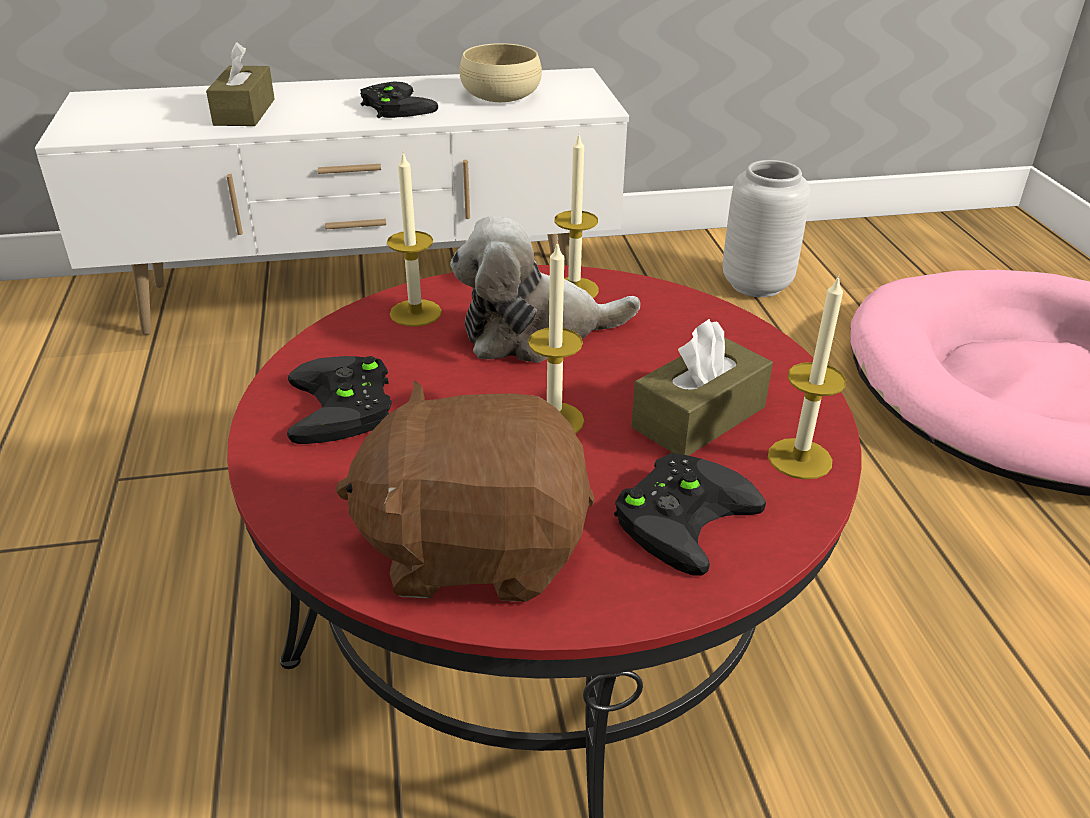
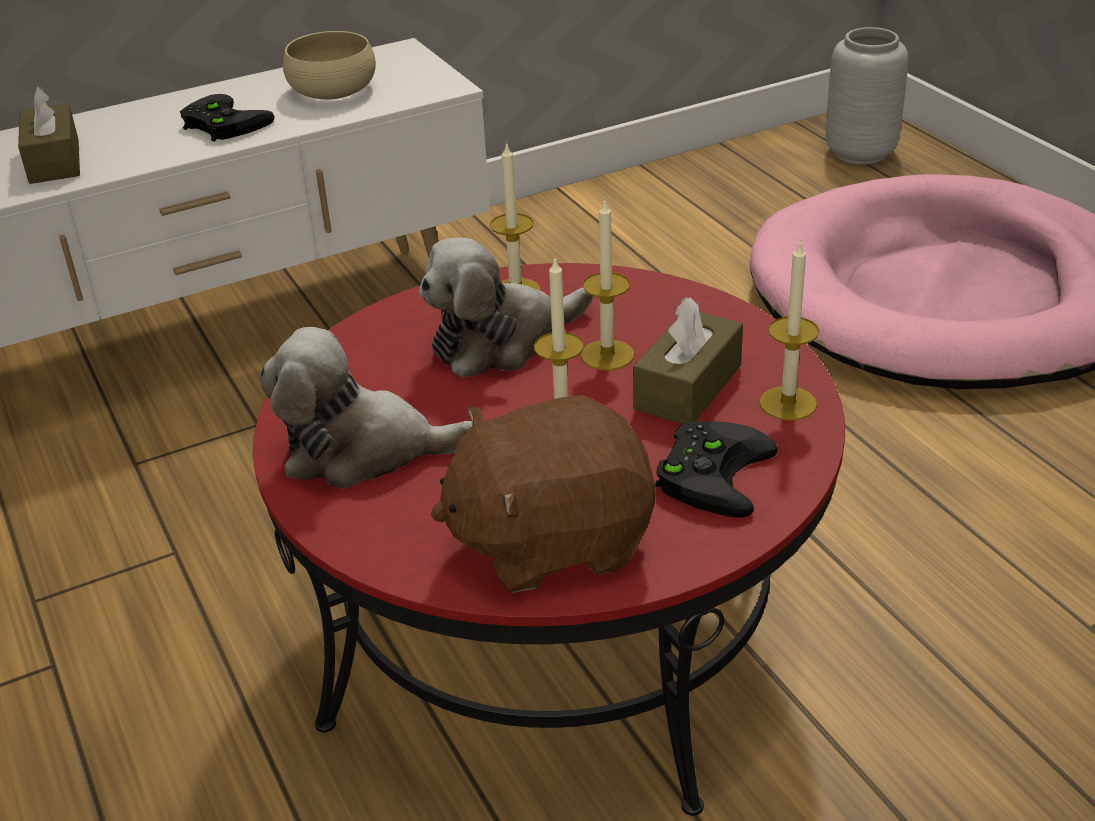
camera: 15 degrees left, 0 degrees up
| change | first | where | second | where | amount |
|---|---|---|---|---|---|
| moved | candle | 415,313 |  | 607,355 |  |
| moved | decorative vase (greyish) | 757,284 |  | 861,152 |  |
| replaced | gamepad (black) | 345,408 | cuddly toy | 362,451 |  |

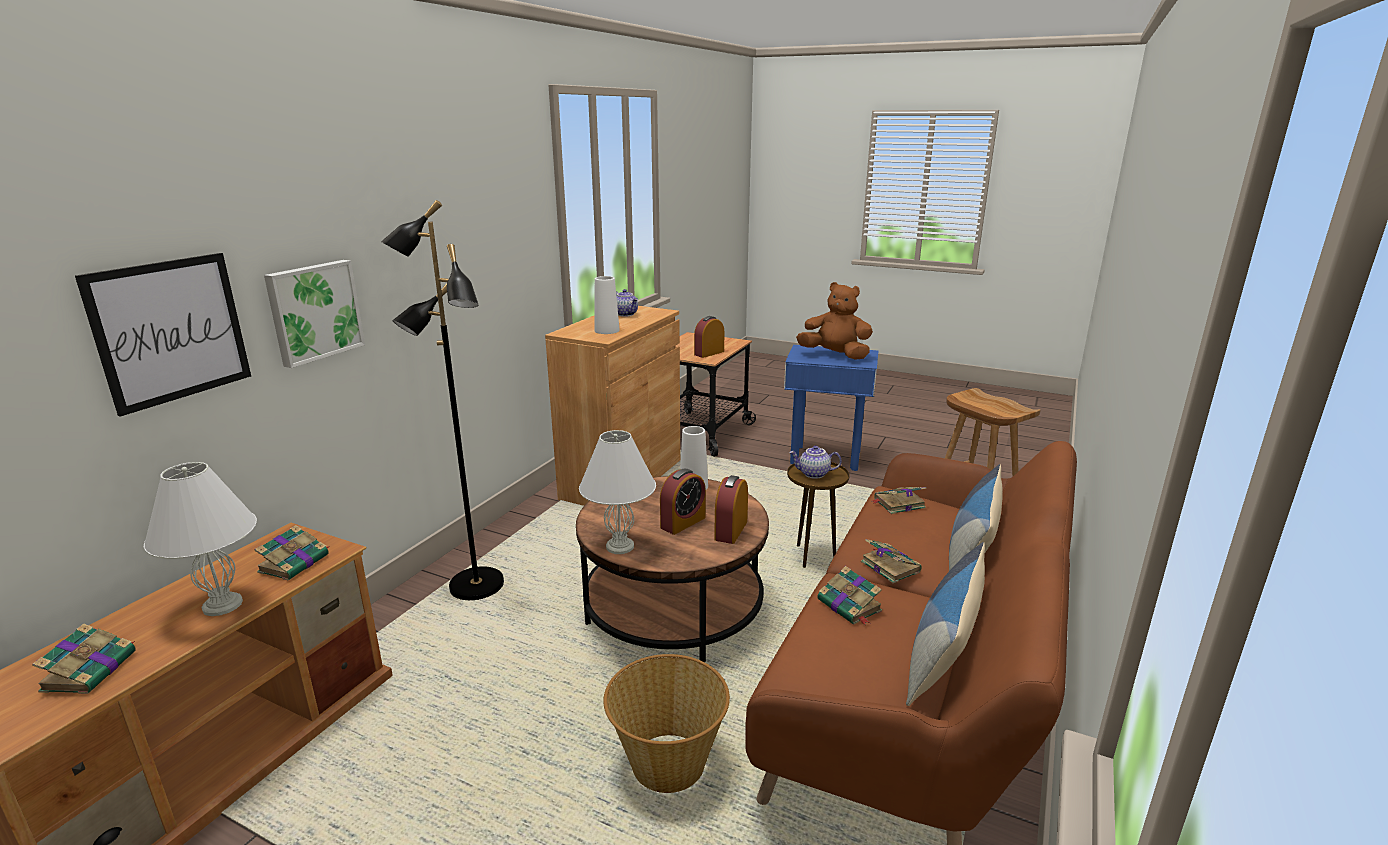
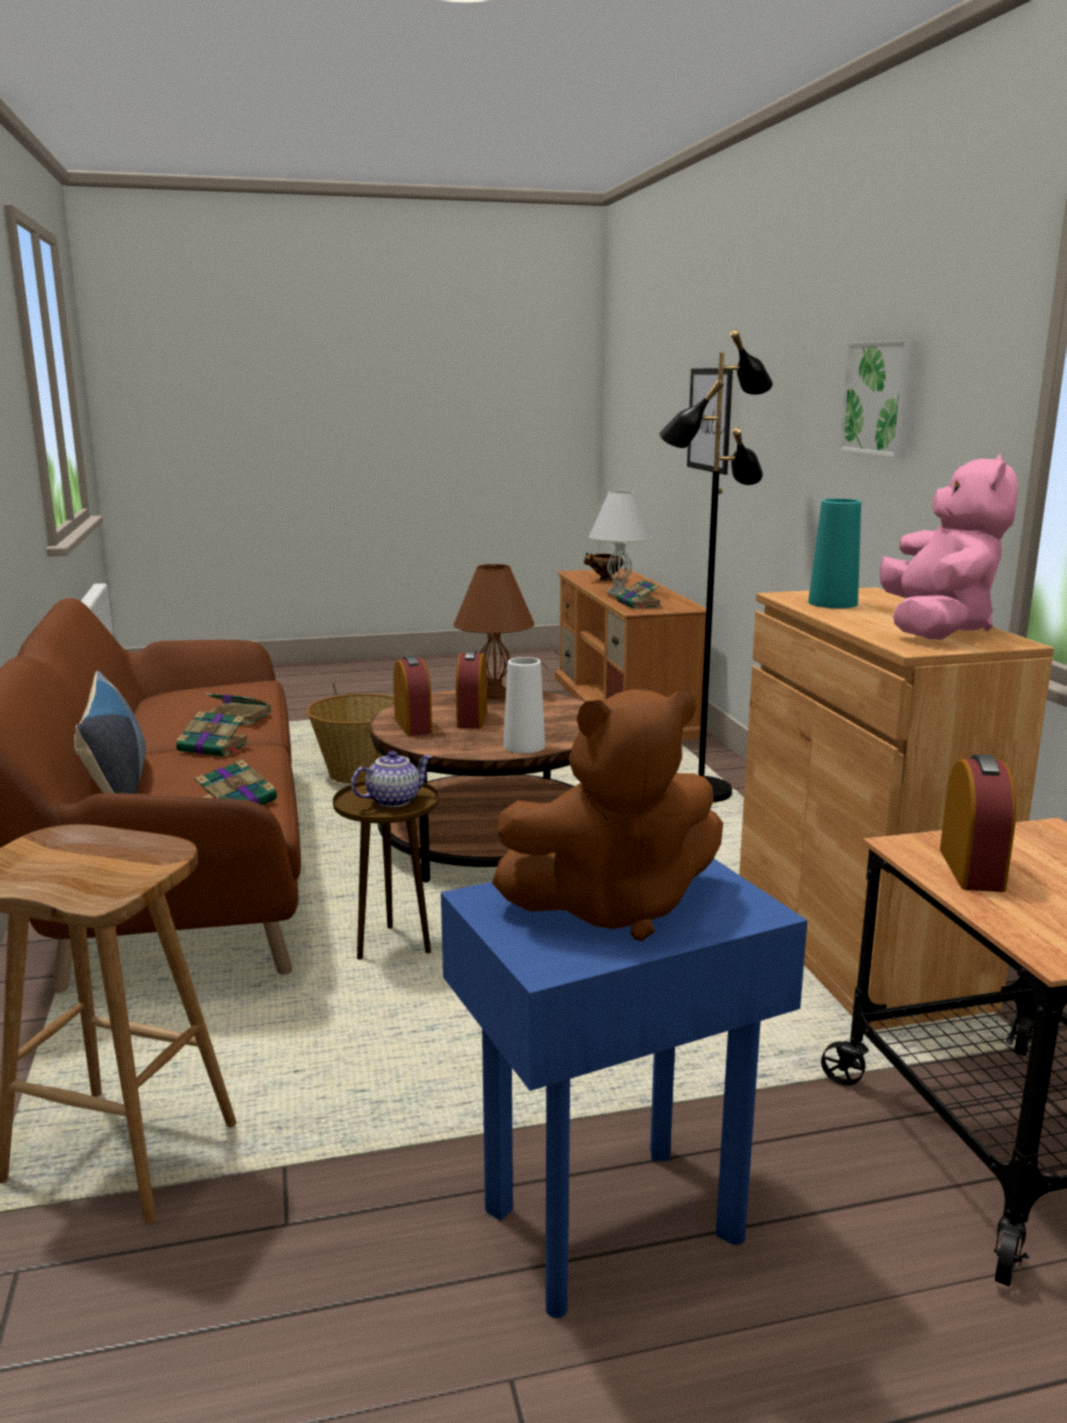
camera: 140 degrees right, 5 degrees down
| change | first | where | second | where | amount |
|---|---|---|---|---|---|
| removed | pillow | 943,653 |  |  |  |
| moved | picture | 314,311 |  | 882,398 |  |
| replaced | book | 91,670 | serving bowl | 604,580 |  |
| replaced | tea pot | 626,314 | cuddly toy (pink-coloured) | 935,629 |  |
| recoloured | table lamp (white-coloured) | 619,546 | table lamp (brown-coloured) | 495,694 |  |
| recoloured | decorative vase (white-coloured) | 607,330 | decorative vase (blue-green) | 832,603 |  |

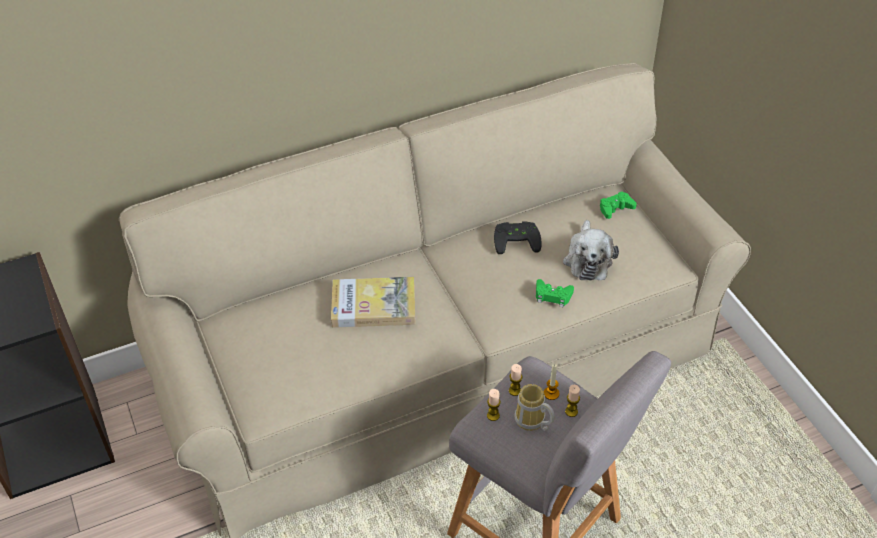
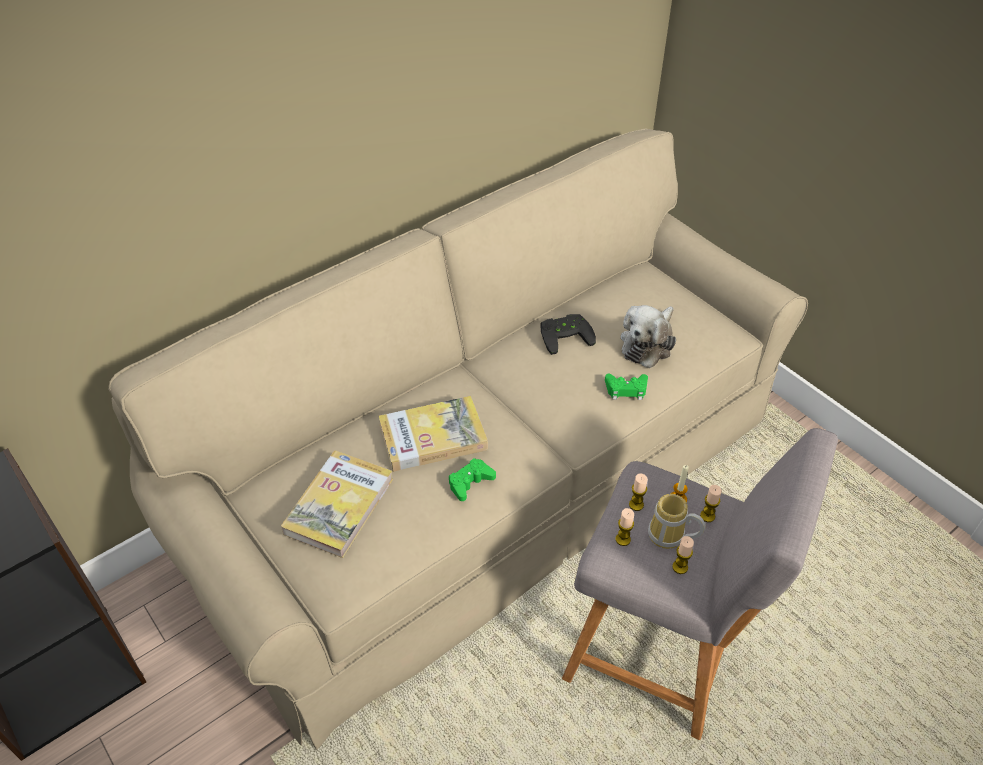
camera: 15 degrees left, 0 degrees up
| change | first | where | second | where | amount |
|---|---|---|---|---|---|
| added |  |  | book | 339,506 |  |
| added |  |  | candle | 680,567 |  |
| moved | gamepad (green) | 615,208 |  | 470,482 |  |
| turned | cuddly toy | 587,259 |  | 648,343 | 45 degrees clockwise |

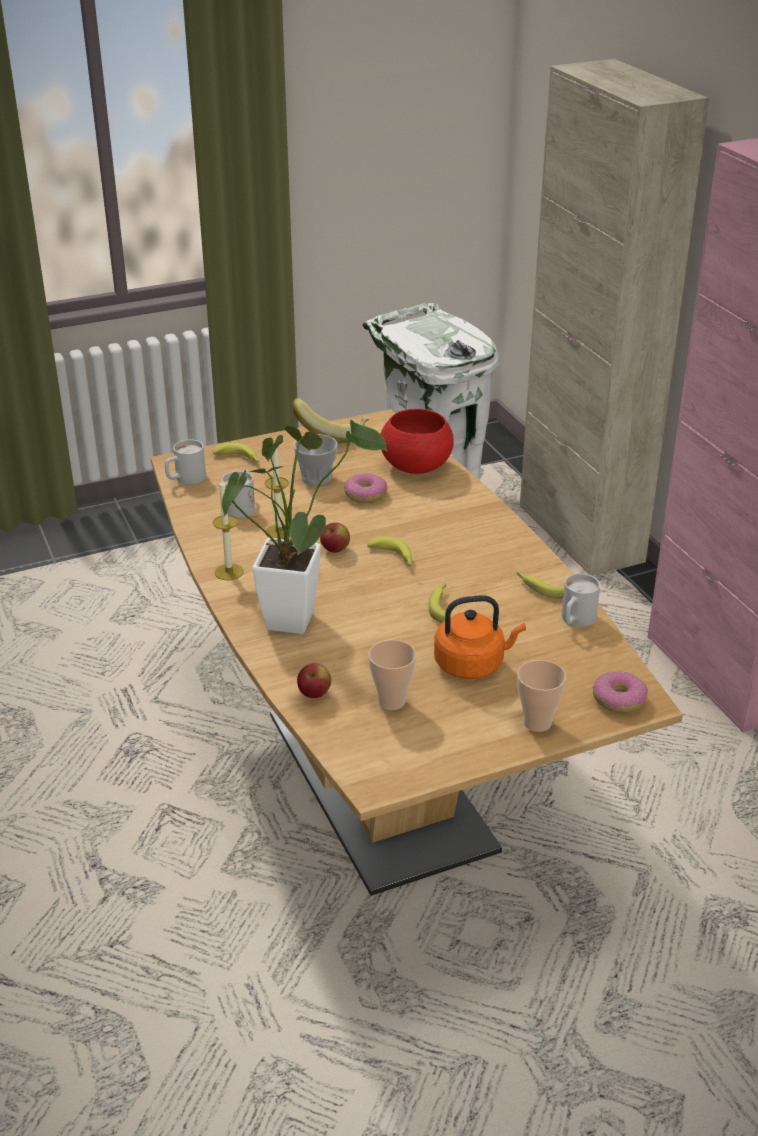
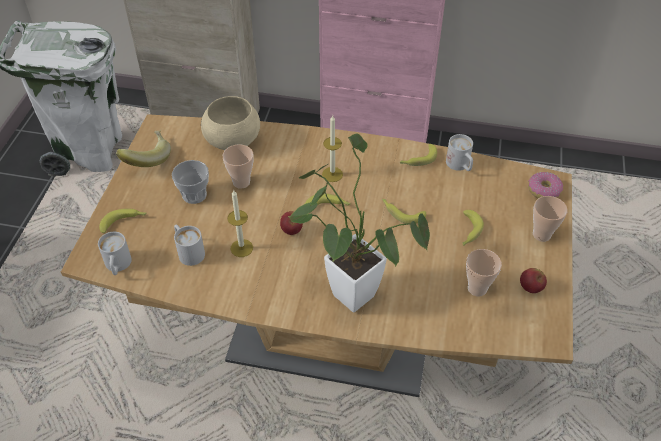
camera: 55 degrees left, 15 degrees up
| change | first | where | second | where | amount |
|---|---|---|---|---|---|
| moved | candle | 229,572 |  | 332,174 |  |
| moved | whole apple | 314,694 |  | 530,288 |  |
| replaced | doughnut | 365,495 | small cup | 241,182 |  |
| replaced | water kettle (orange) | 472,665 | banana fruit | 468,232 |  |
| recoloured | serving bowl (red) | 416,467 | serving bowl (beige) | 233,141 |  |

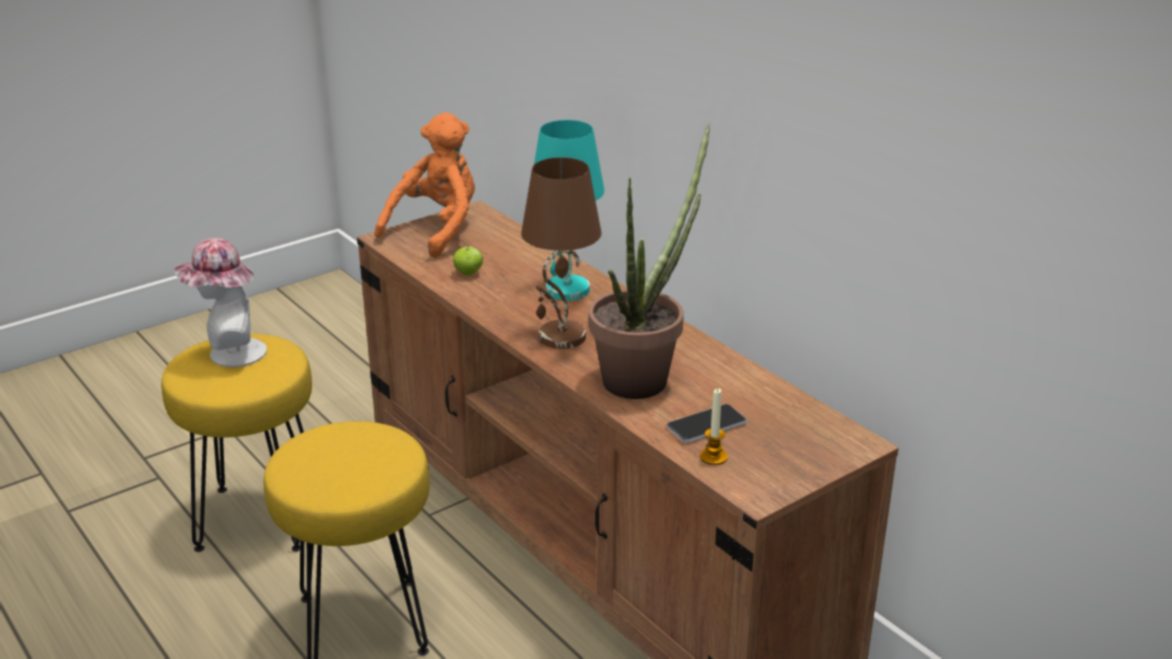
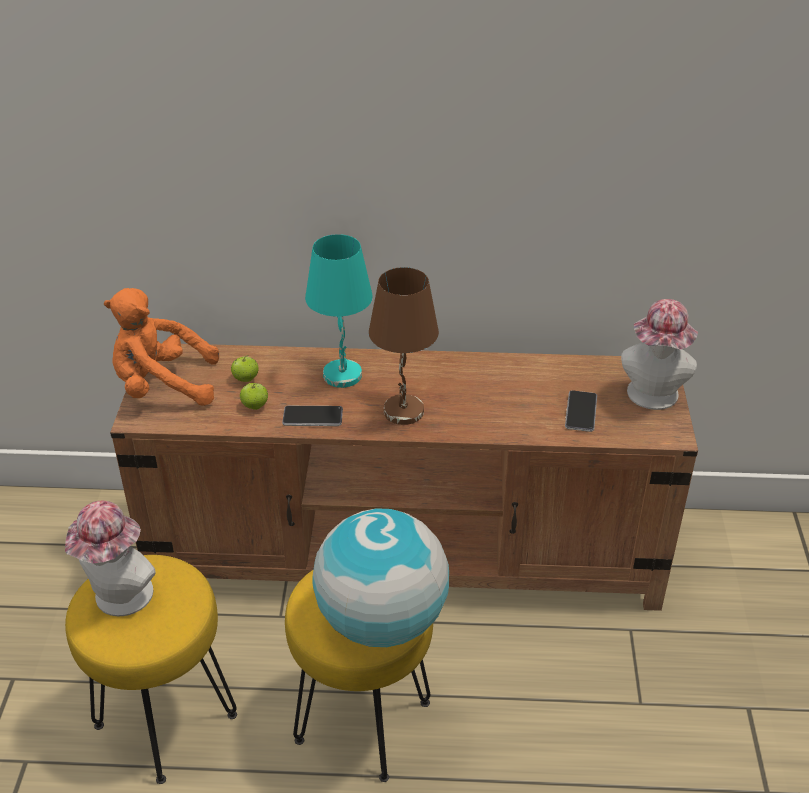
camera: 50 degrees left, 10 degrees up
| change | first | where | second | where | amount |
|---|---|---|---|---|---|
| removed | houseplant | 644,375 |  |  |  |
| removed | candle | 713,457 |  |  |  |
| added |  |  | whole apple | 245,379 |  |
| added |  |  | phone | 312,417 |  |
| added |  |  | globe | 382,621 |  |
| added |  |  | hat | 652,398 |  |
| turned | cuddly toy (orange) | 437,229 |  | 162,386 | 75 degrees counterclockwise |

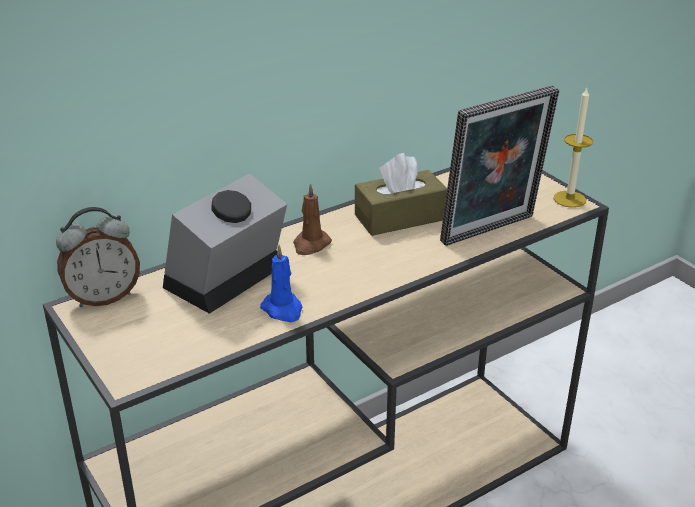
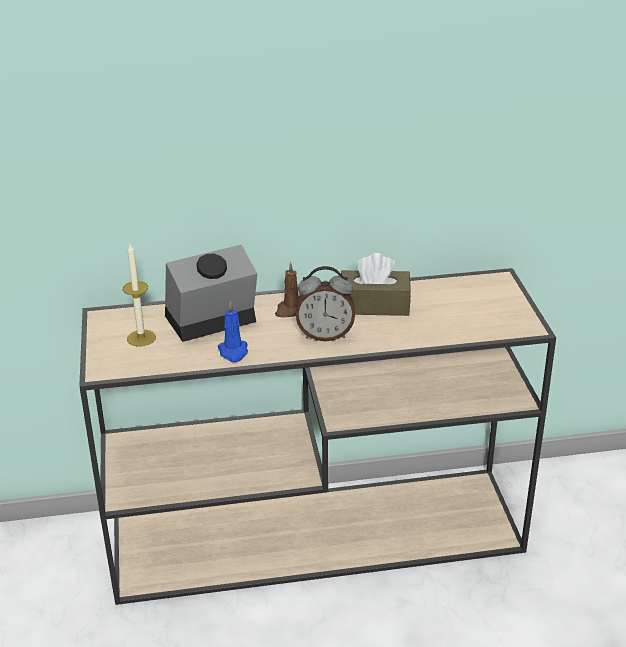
camera: 25 degrees right, 0 degrees up
| change | first | where | second | where | amount |
|---|---|---|---|---|---|
| removed | standing frame | 491,232 |  |  |  |
| moved | table clock | 104,297 |  | 325,335 |  |
| moved | candle | 569,199 |  | 141,338 |  |

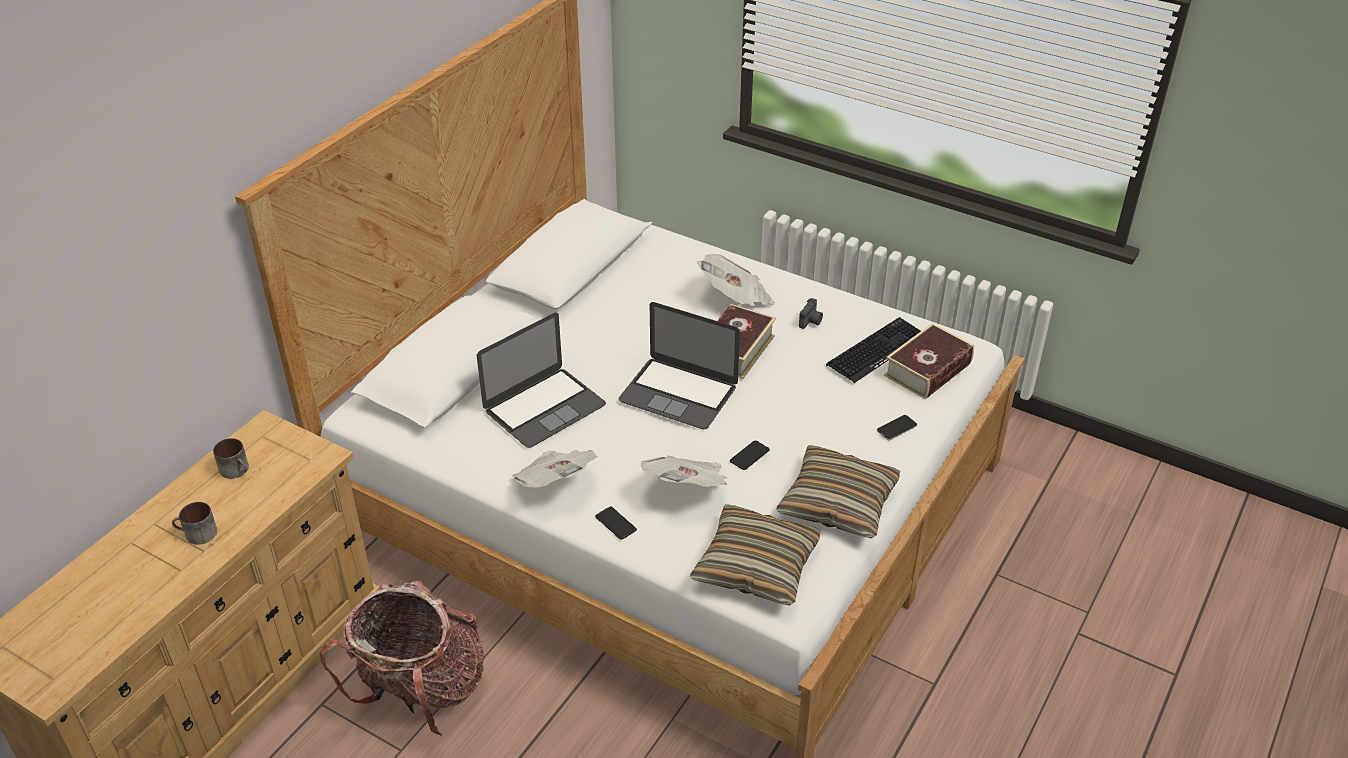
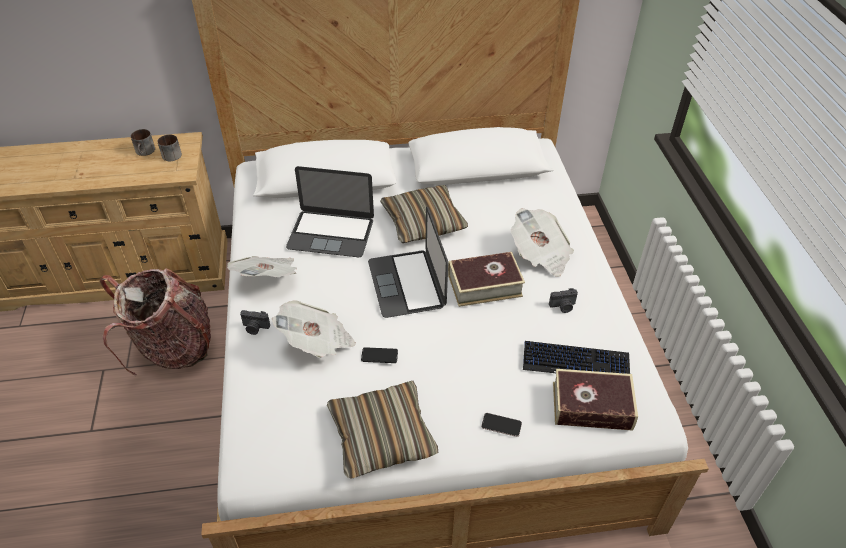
camera: 50 degrees right, 5 degrees up
| change | first | where | second | where | amount |
|---|---|---|---|---|---|
| moved | tea mug | 197,534 |  | 169,154 |  |
| moved | pillow | 756,566 |  | 423,222 |  |
| replaced | phone | 615,523 | still camera | 255,328 |  |

